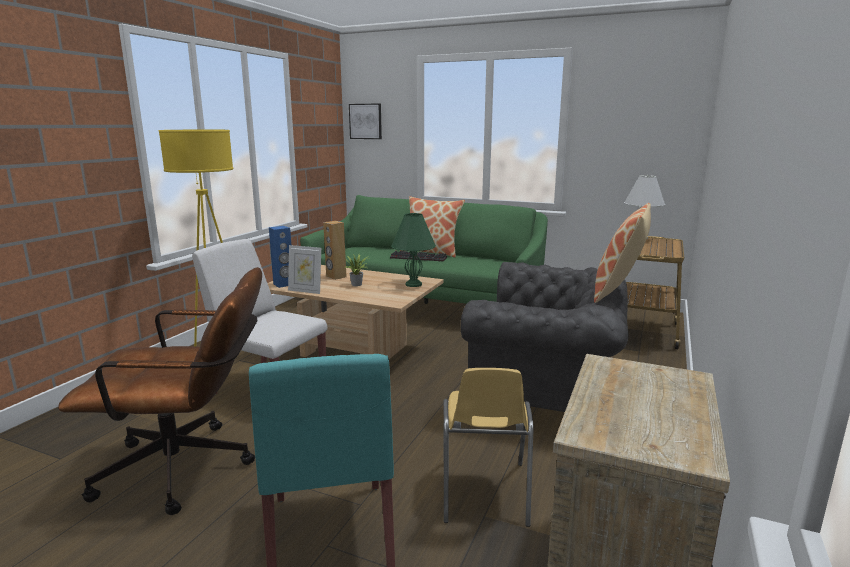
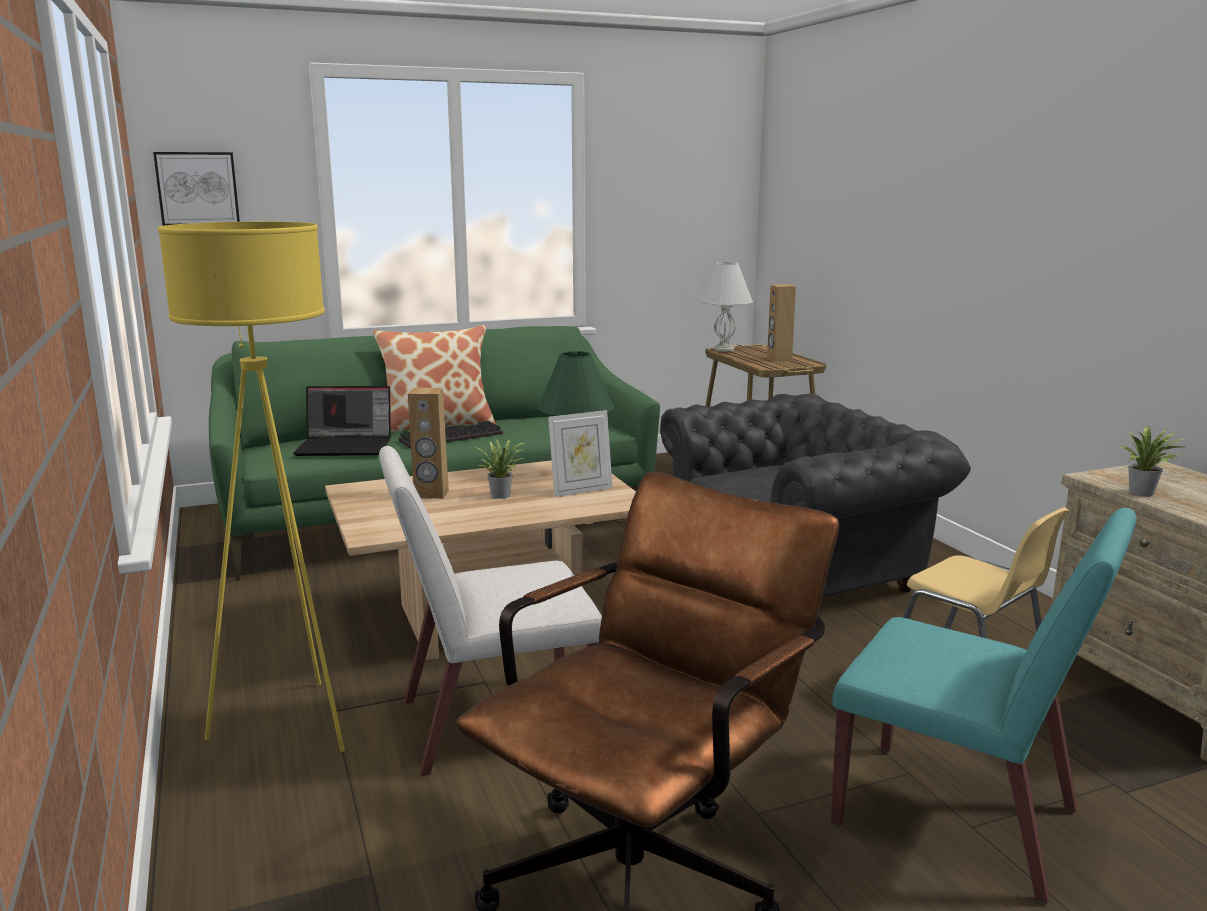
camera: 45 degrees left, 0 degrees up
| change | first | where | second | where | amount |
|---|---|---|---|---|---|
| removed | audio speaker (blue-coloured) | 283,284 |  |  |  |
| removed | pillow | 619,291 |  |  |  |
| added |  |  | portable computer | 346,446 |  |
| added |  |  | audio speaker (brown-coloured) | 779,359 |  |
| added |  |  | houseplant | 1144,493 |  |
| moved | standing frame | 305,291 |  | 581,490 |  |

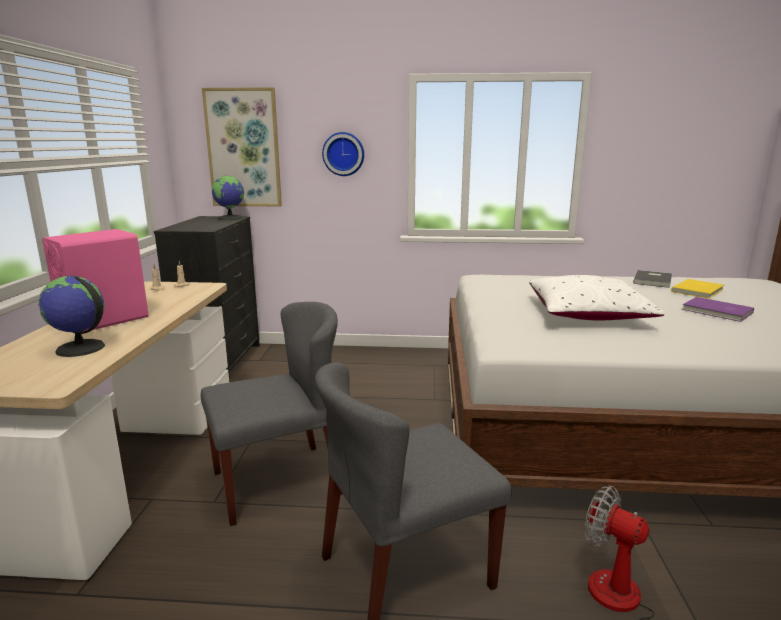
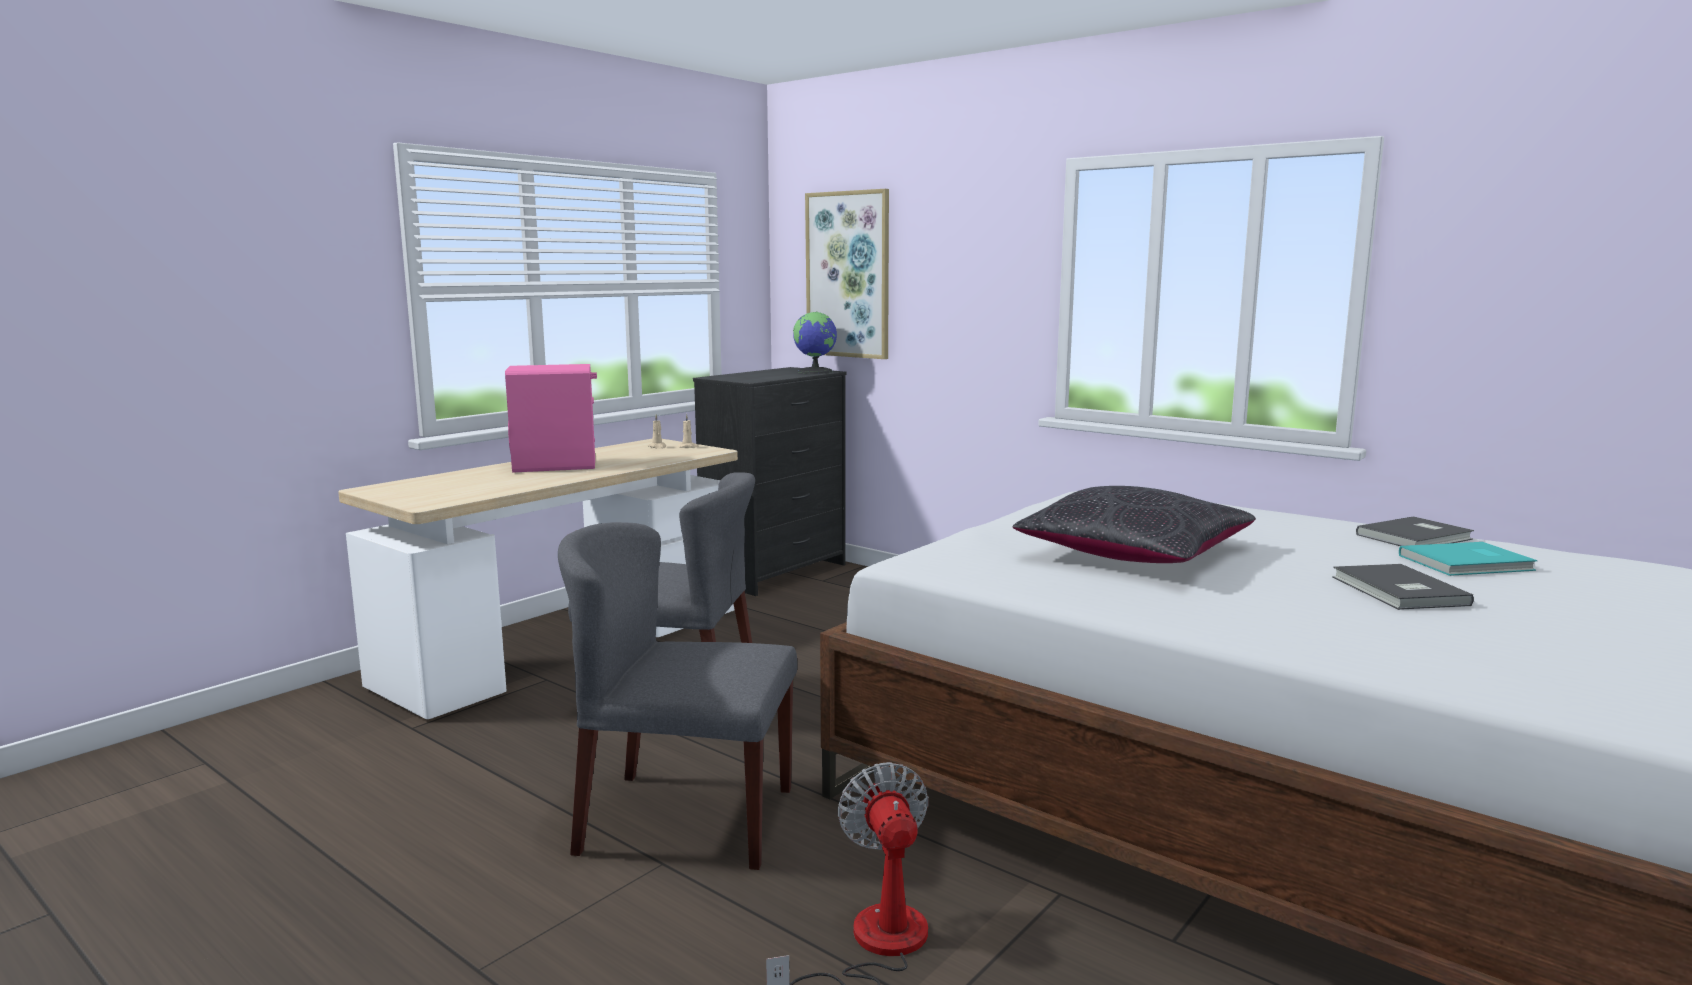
camera: 35 degrees right, 5 degrees down
| change | first | where | second | where | amount |
|---|---|---|---|---|---|
| removed | globe | 80,349 |  |  |  |
| removed | clock on the wall | 343,154 |  |  |  |
| recoloured | pillow (white-coloured) | 587,315 | pillow (black) | 1134,555 |  |
| recoloured | book (yellowish) | 699,290 | book (blue-green) | 1469,563 |  |
| recoloured | book (purple-coloured) | 717,311 | book (greyish) | 1397,591 |  |

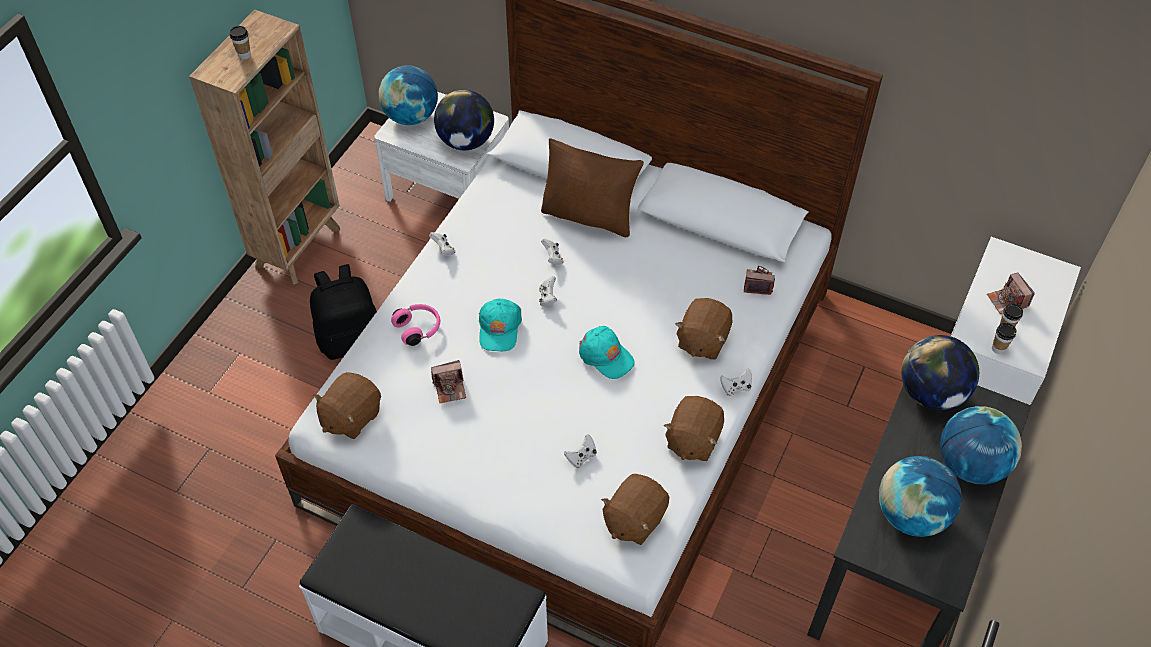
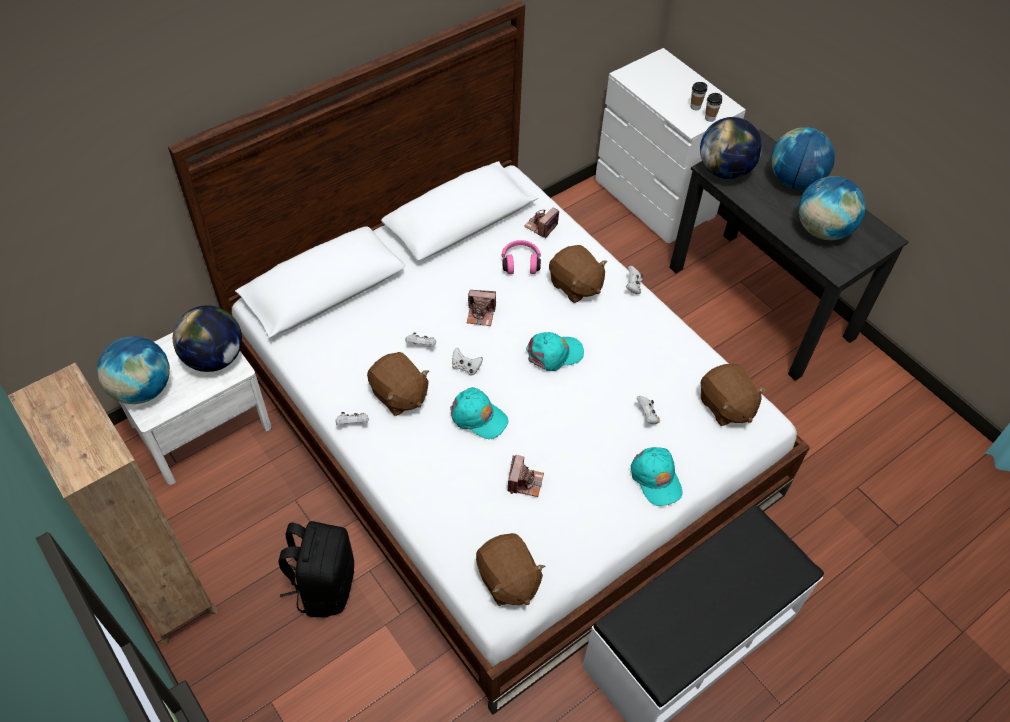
camera: 65 degrees left, 0 degrees up
| change | first | where | second | where | amount |
|---|---|---|---|---|---|
| removed | small cup | 244,55 |  |  |  |
| removed | pillow (brown-coloured) | 589,215 |  |  |  |
| added |  |  | baseball cap (blue-green) | 656,478 |  |
| moved | headset (pink-coloured) | 418,328 |  | 520,262 |  |
| moved | cuddly toy (brown-coloured) | 692,440 |  | 399,395 |  |
| moved | still camera | 1007,301 |  | 481,314 |  |

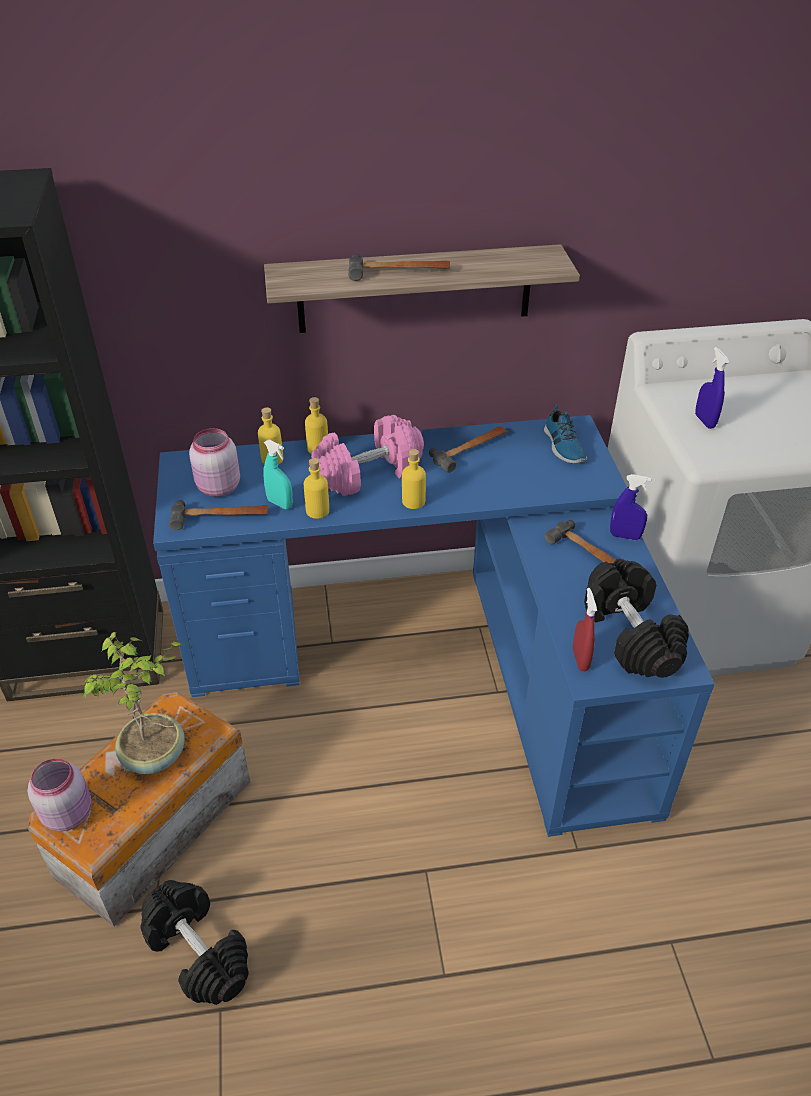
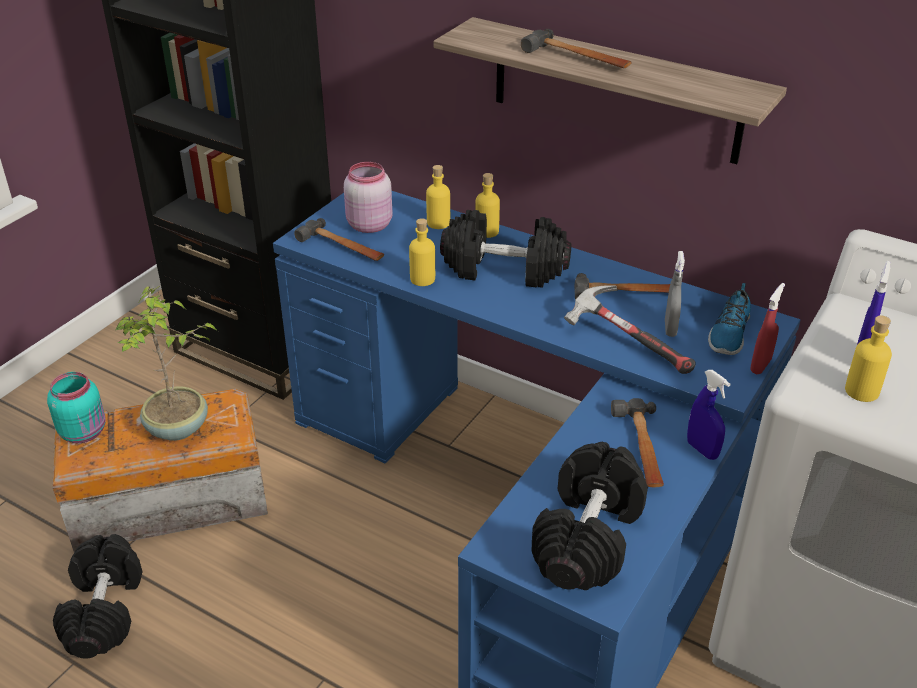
camera: 40 degrees right, 5 degrees down
| change | first | where | second | where | amount |
|---|---|---|---|---|---|
| removed | spray bottle (blue-green) | 280,504 |  |  |  |
| added |  |  | tool hammer | 627,343 |  |
| added |  |  | spray bottle (greyish) | 670,328 |  |
| moved | beverage bottle (yellowish) | 413,501 |  | 861,391 |  |
| moved | spray bottle (red) | 580,659 |  | 760,365 |  |
| recoloured | storage jar (pink-coloured) | 69,812 | storage jar (blue-green) | 85,431 |  |
| recoloured | dumbbell (pink-coloured) | 368,472 | dumbbell (black) | 505,269 |  |

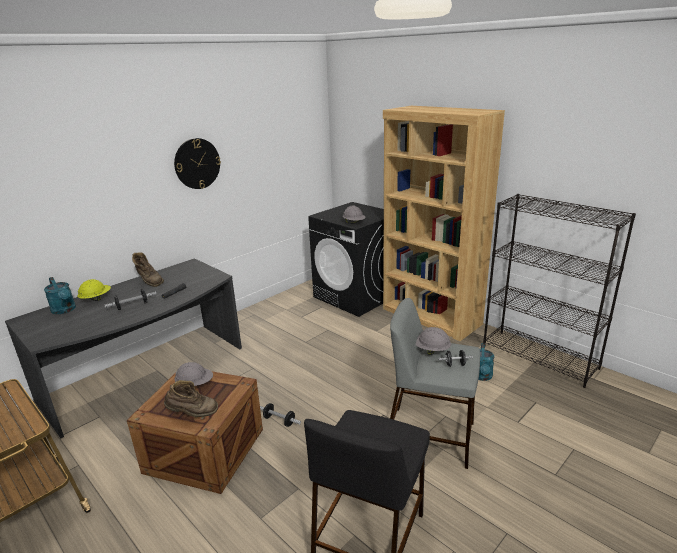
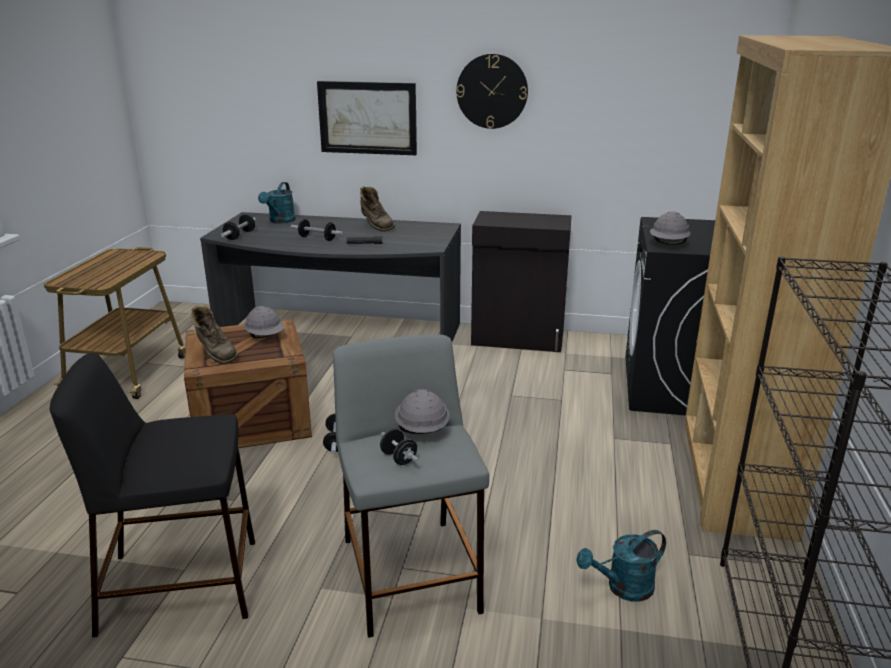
camera: 55 degrees right, 0 degrees up
| change | first | where | second | where | amount |
|---|---|---|---|---|---|
| removed | hard hat (yellowish) | 96,299 |  |  |  |
| added |  |  | dumbbell | 240,235 |  |
| added |  |  | picture | 367,118 |  |
| added |  |  | storage cabinet (black) | 518,339 |  |
| turned | boot (brown-coloured) | 149,282 |  | 376,226 | 45 degrees counterclockwise |

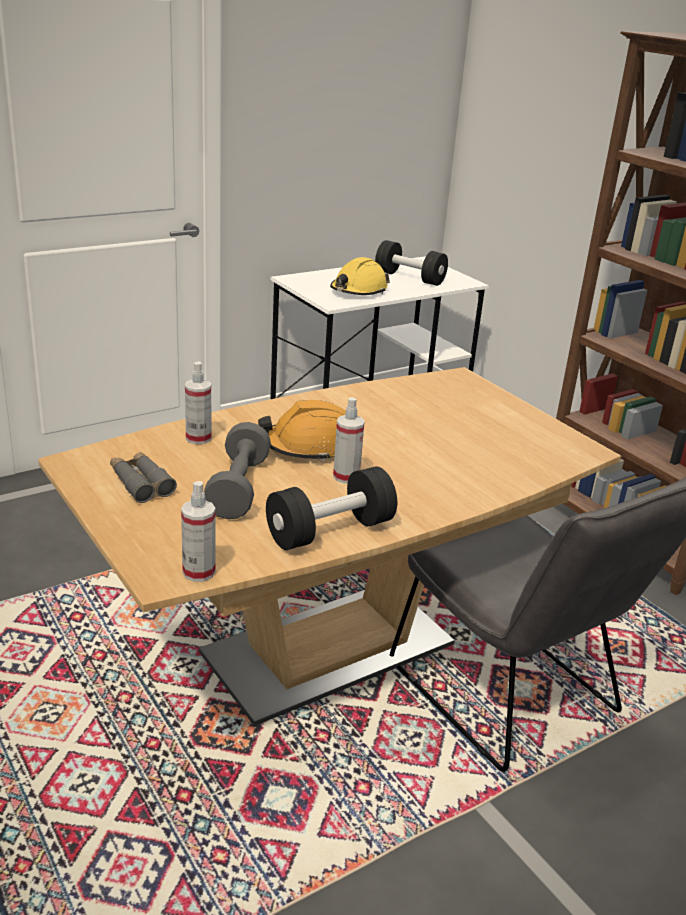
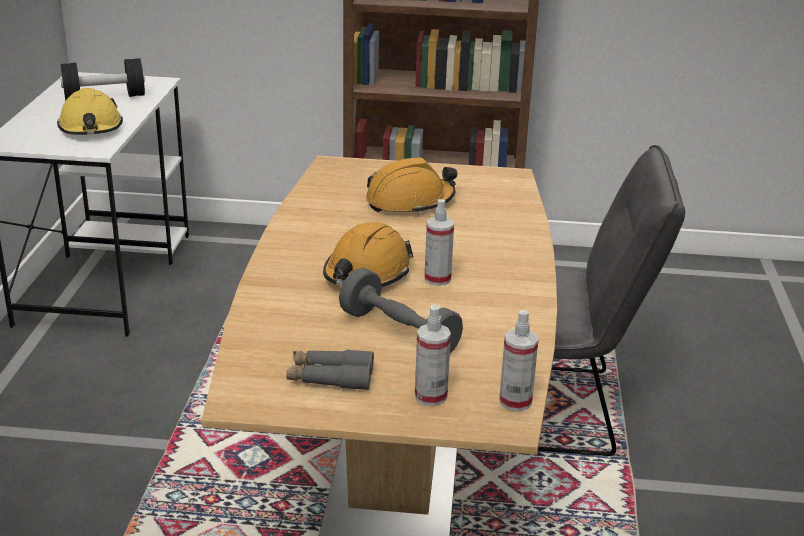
camera: 50 degrees left, 0 degrees up
| change | first | where | second | where | amount |
|---|---|---|---|---|---|
| removed | dumbbell (black) | 330,531 |  |  |  |
| added |  |  | hard hat (orange) | 410,202 |  |
| moved | spray bottle | 198,438 |  | 430,396 |  |

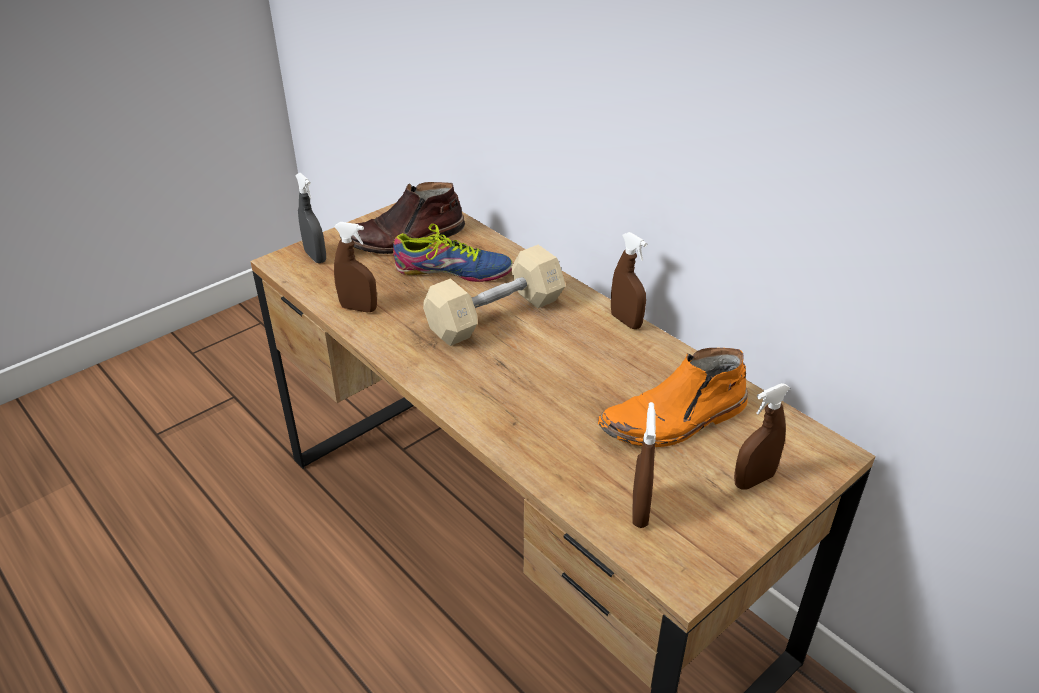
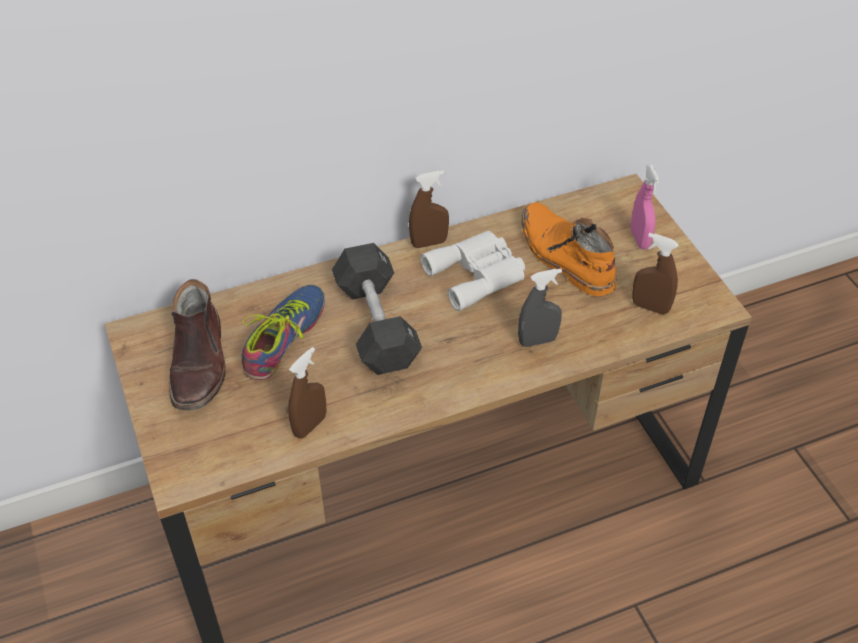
camera: 70 degrees left, 10 degrees up
| change | first | where | second | where | amount |
|---|---|---|---|---|---|
| added |  |  | pair of binoculars (white-coloured) | 478,274 |  |
| moved | spray bottle (greyish) | 315,257 |  | 537,341 |  |
| recoloured | dumbbell (beige) | 495,315 | dumbbell (black) | 376,324 |  |
| recoloured | spray bottle (brown-coloured) | 753,480 | spray bottle (pink-coloured) | 639,239 |  |
| turned | boot (orange) | 674,420 |  | 564,257 | 150 degrees clockwise |

